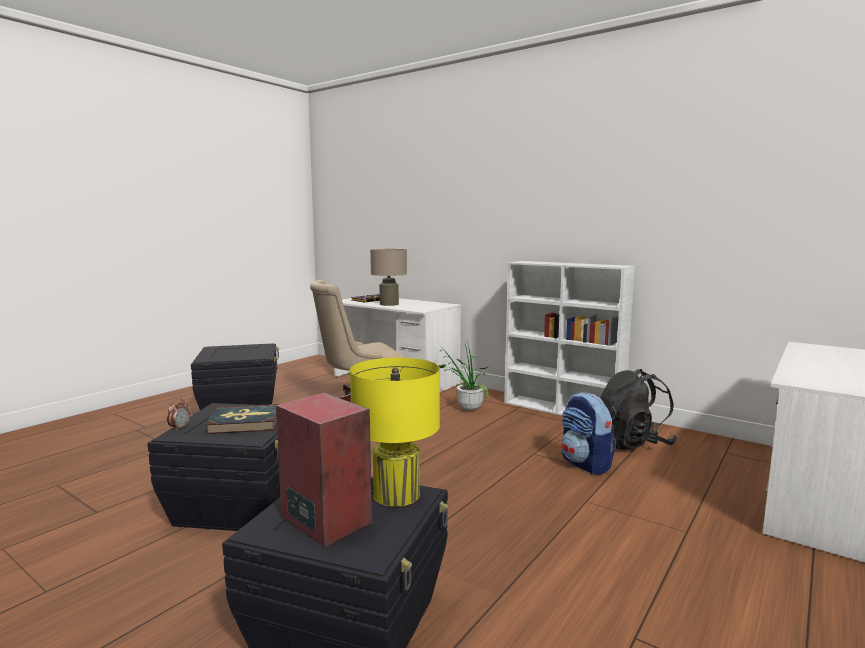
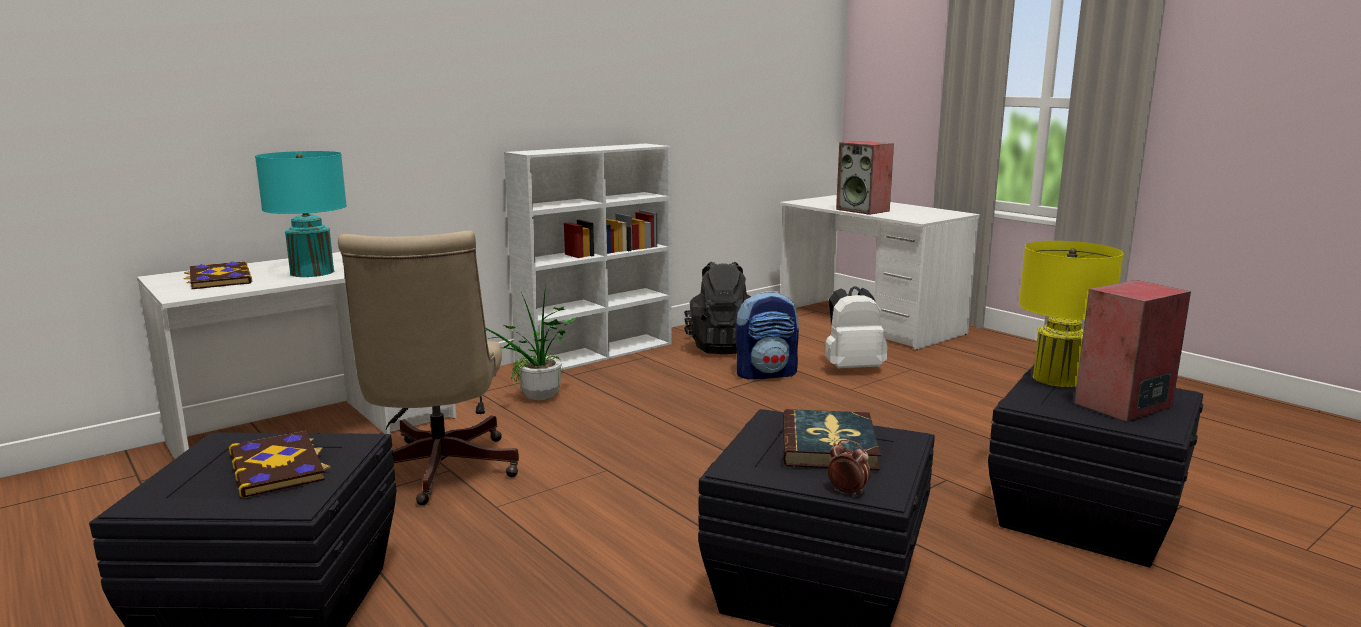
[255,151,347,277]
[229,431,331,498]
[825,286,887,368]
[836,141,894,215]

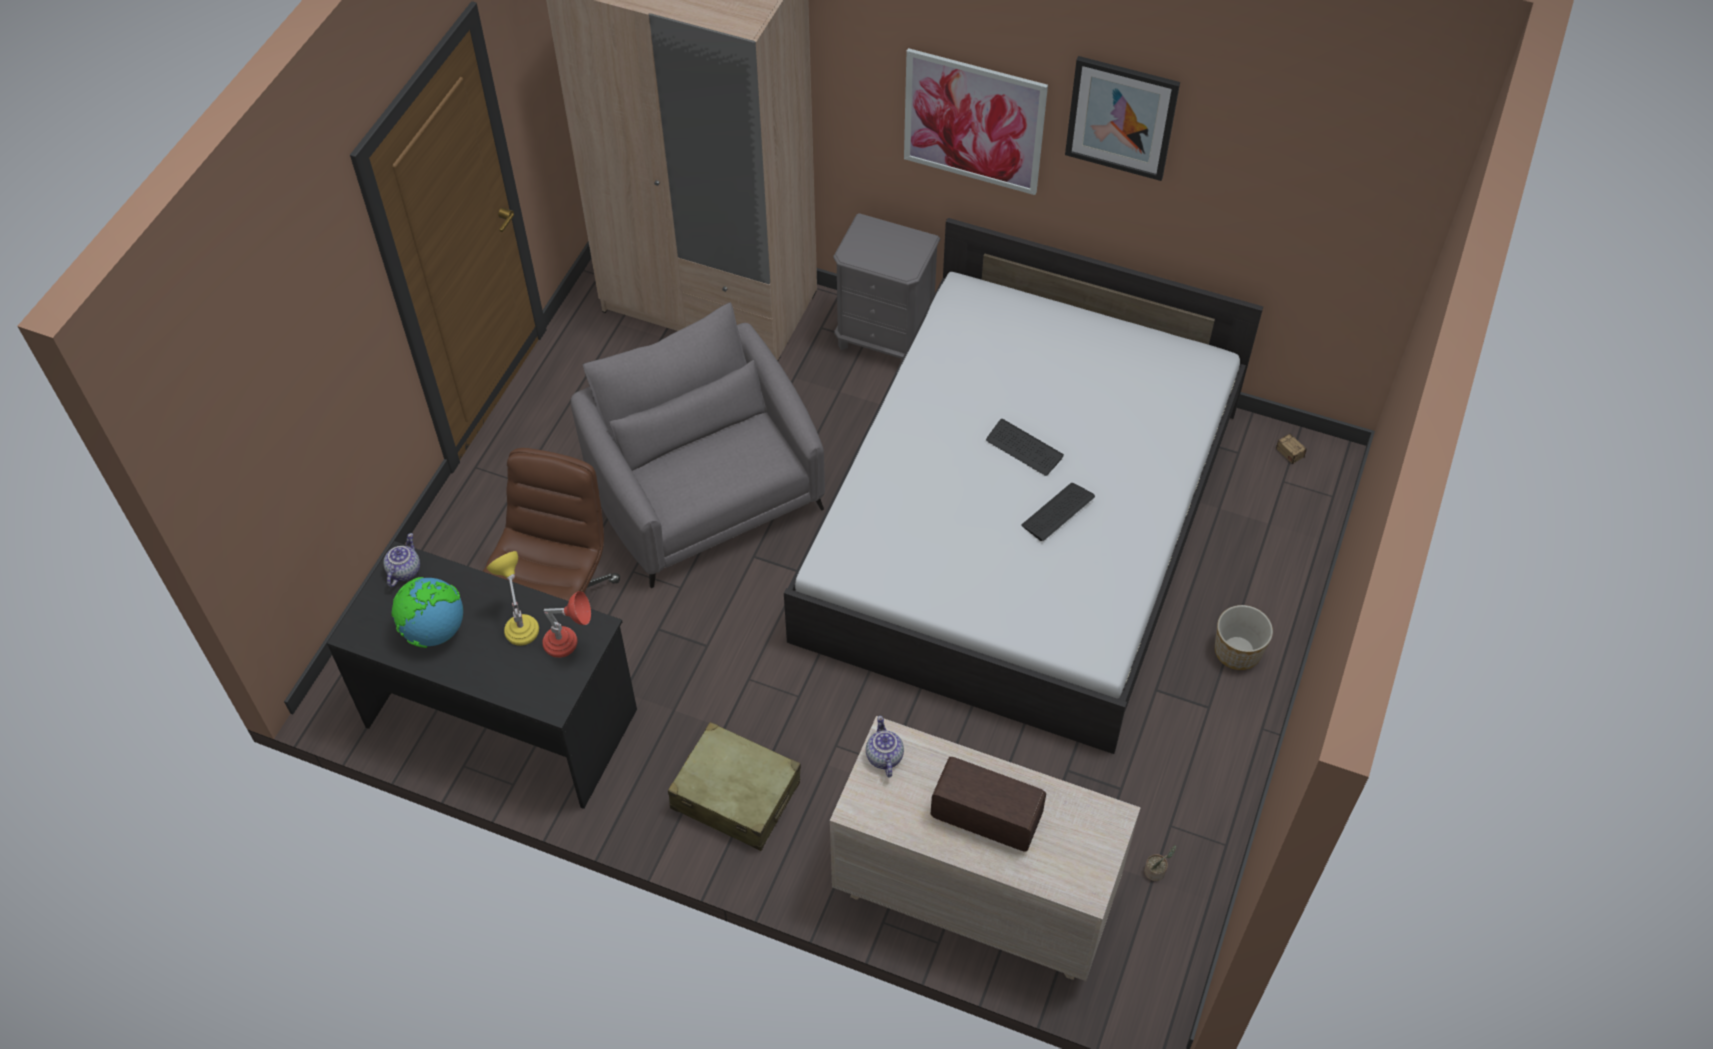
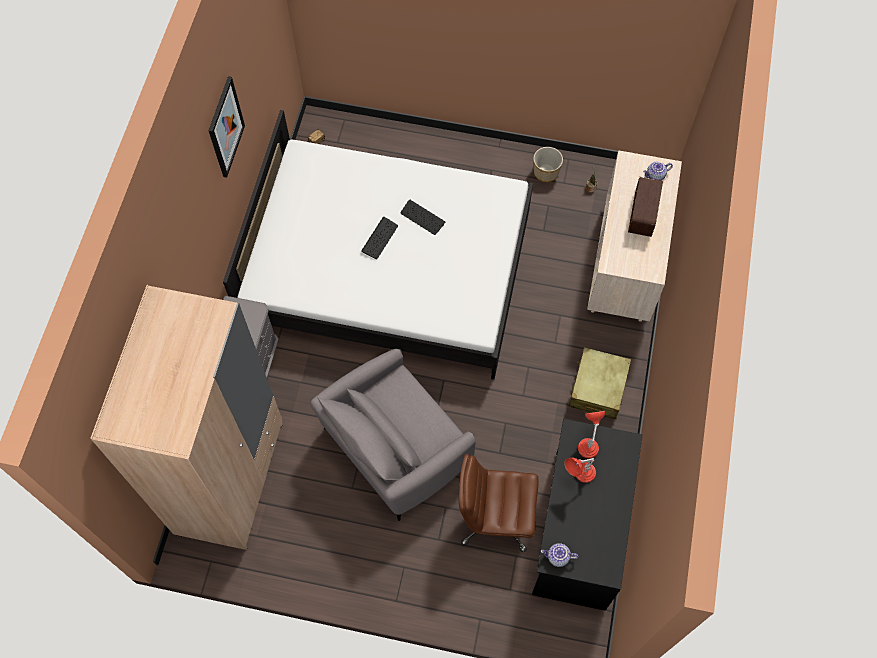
[391,577,463,648] (first image)
[564,457,596,483]
[643,161,673,181]
[904,48,1048,195] (first image)
[533,147,563,182]

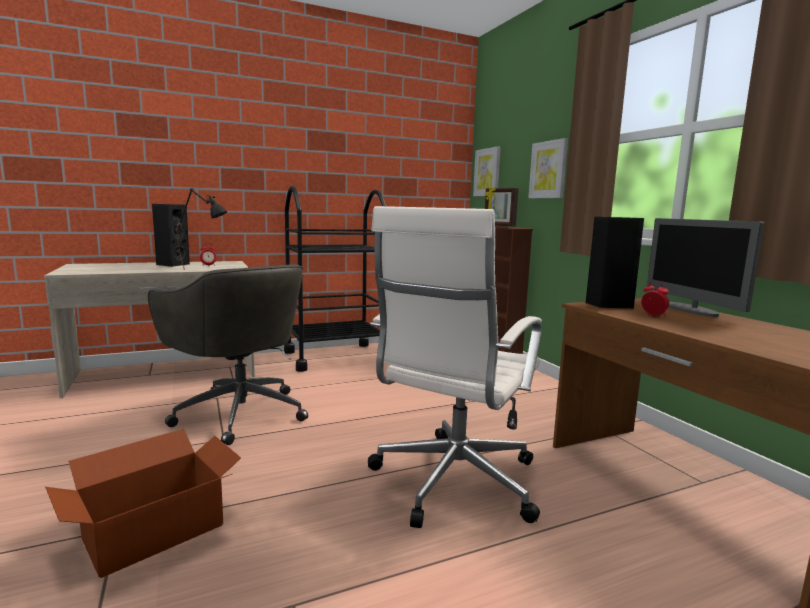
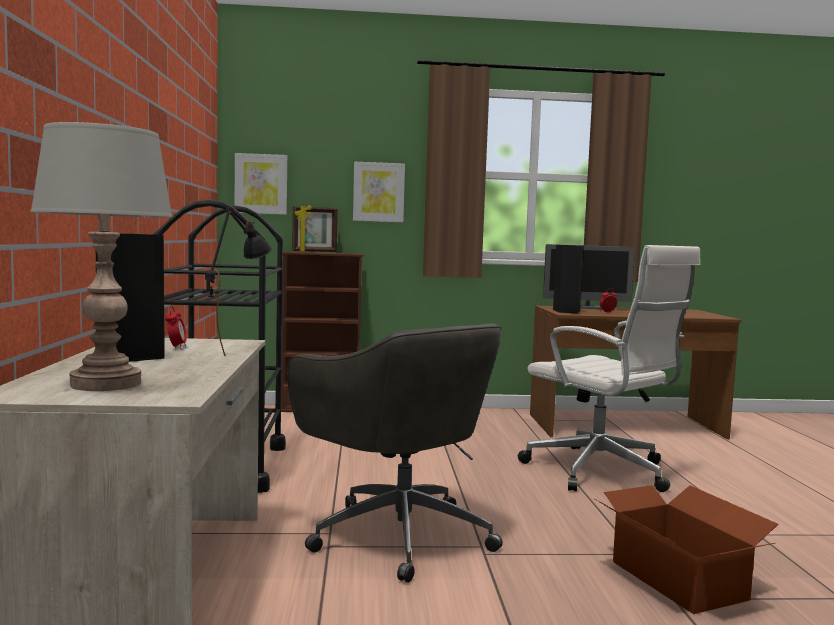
[287,323,503,583]
[30,122,173,391]

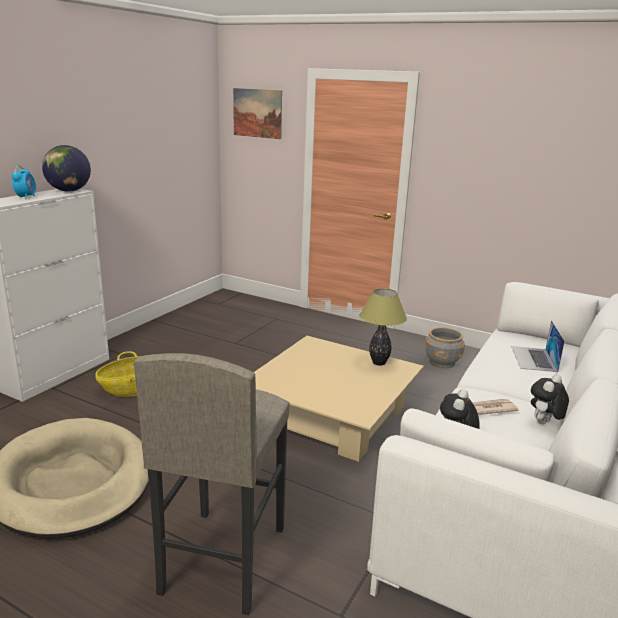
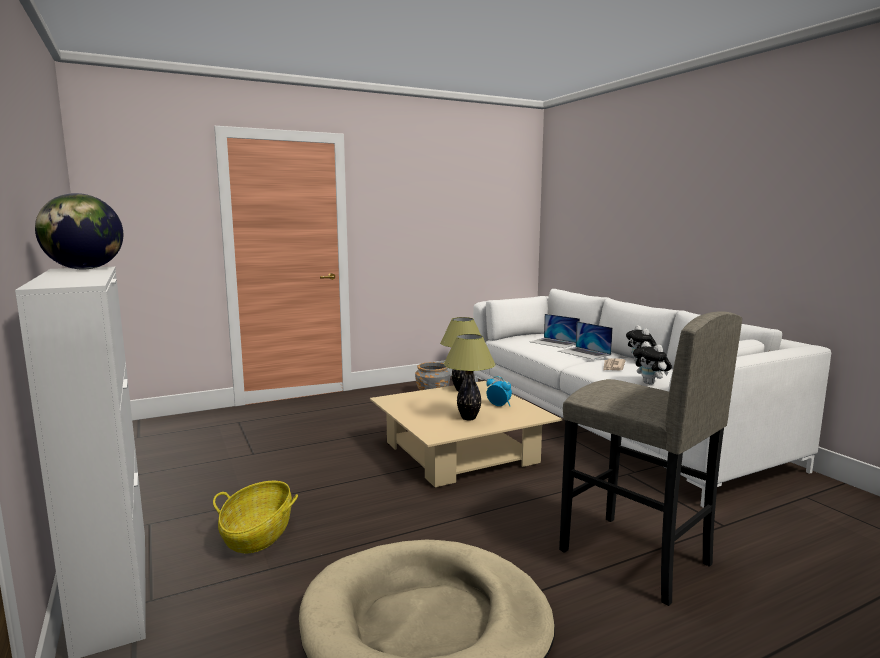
[486,376,512,406]
[233,88,282,139] (first image)
[444,334,495,421]
[558,321,613,360]

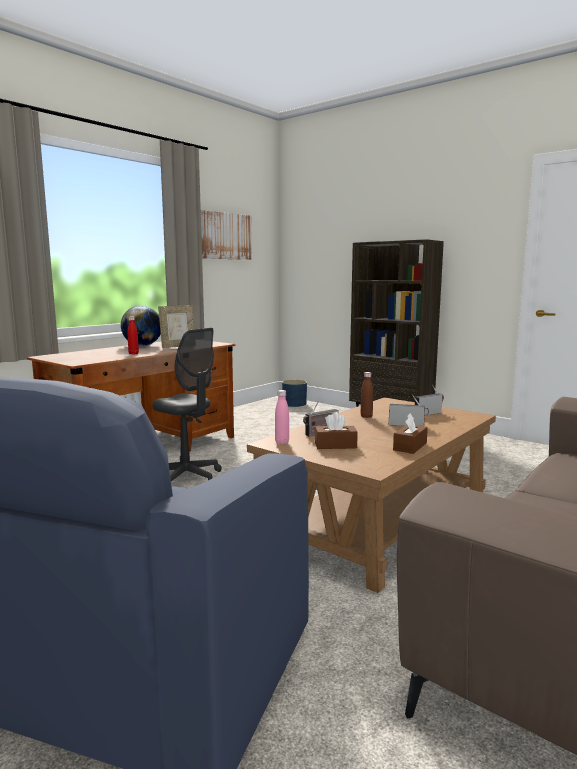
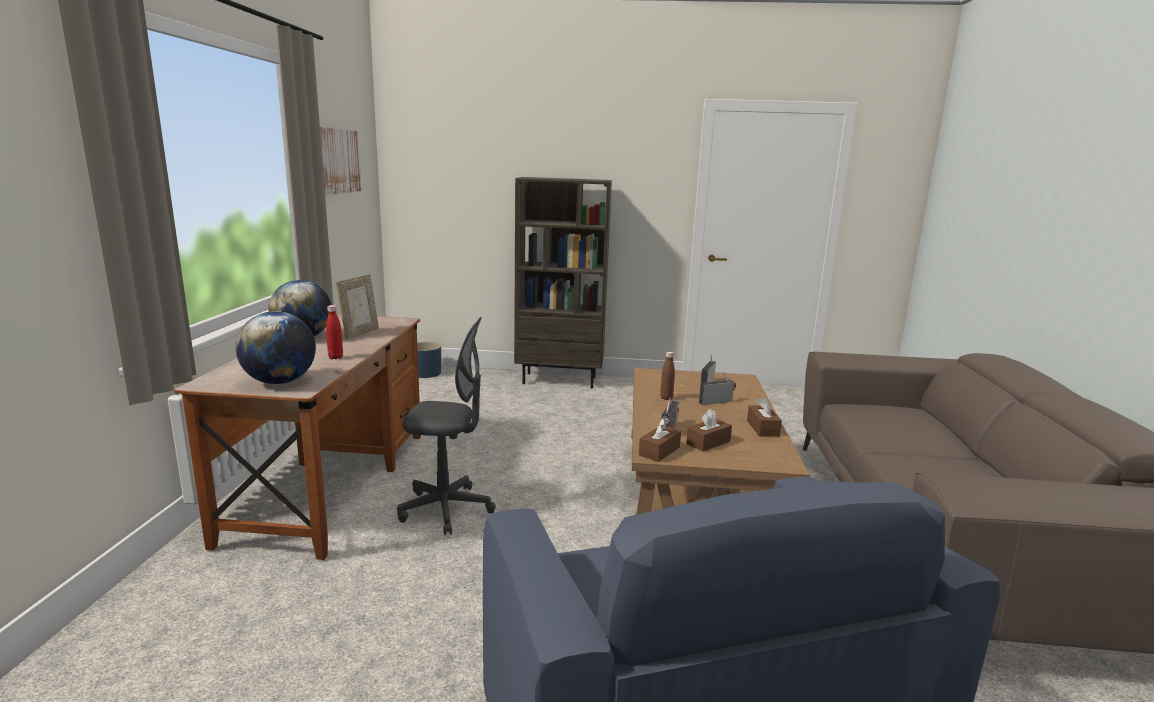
[639,418,681,462]
[236,311,316,384]

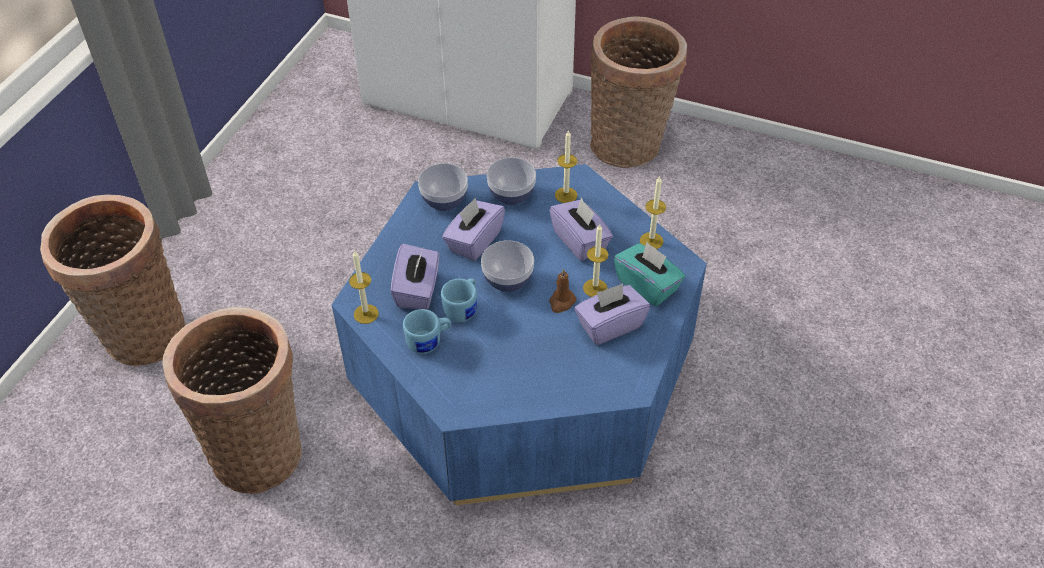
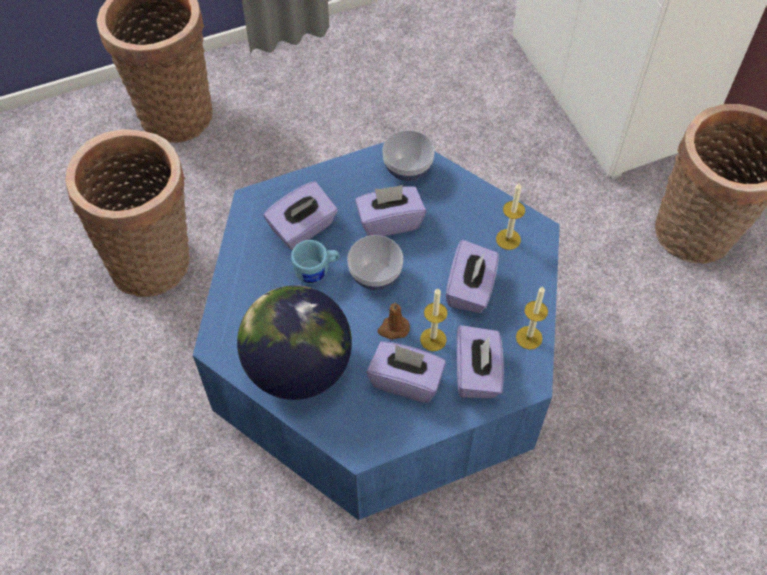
[349,251,379,324] (first image)
[403,309,451,354] (first image)
[487,157,536,205] (first image)
[457,325,504,398]
[237,285,352,400]

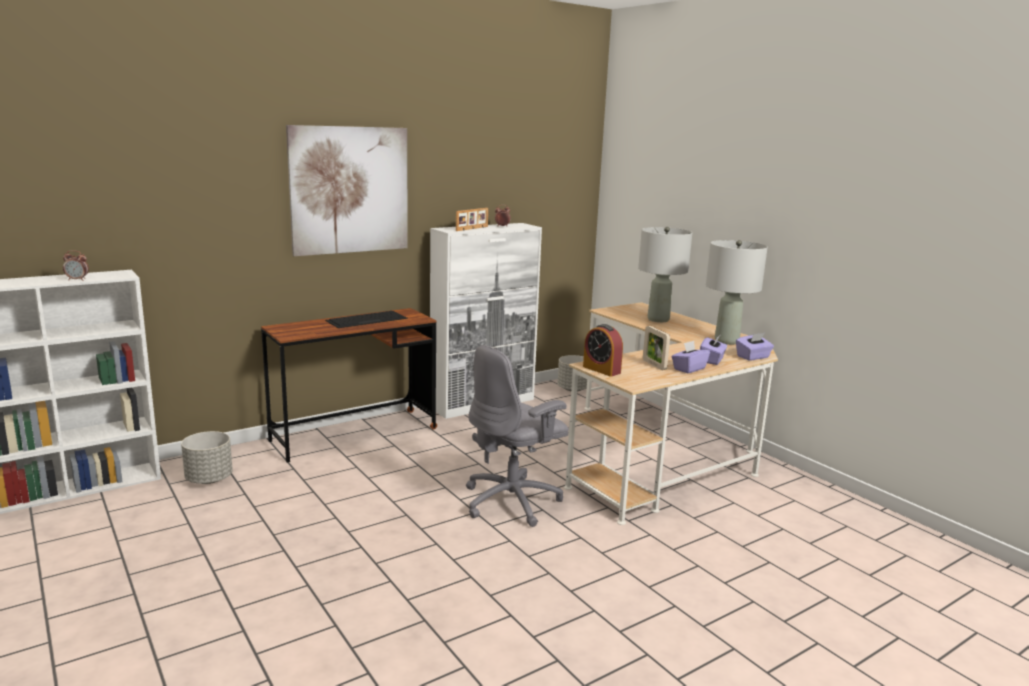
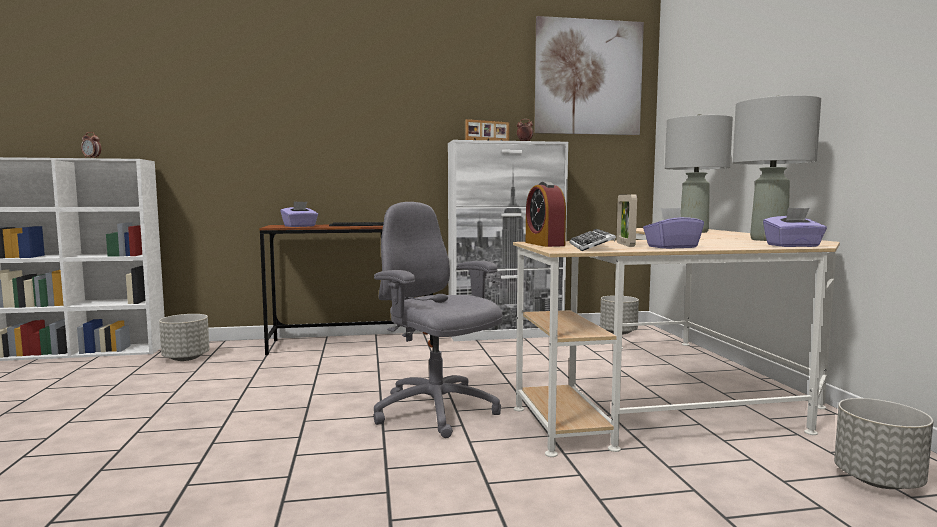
[534,16,644,135]
[373,202,502,438]
[280,202,318,227]
[570,229,616,251]
[834,398,933,489]

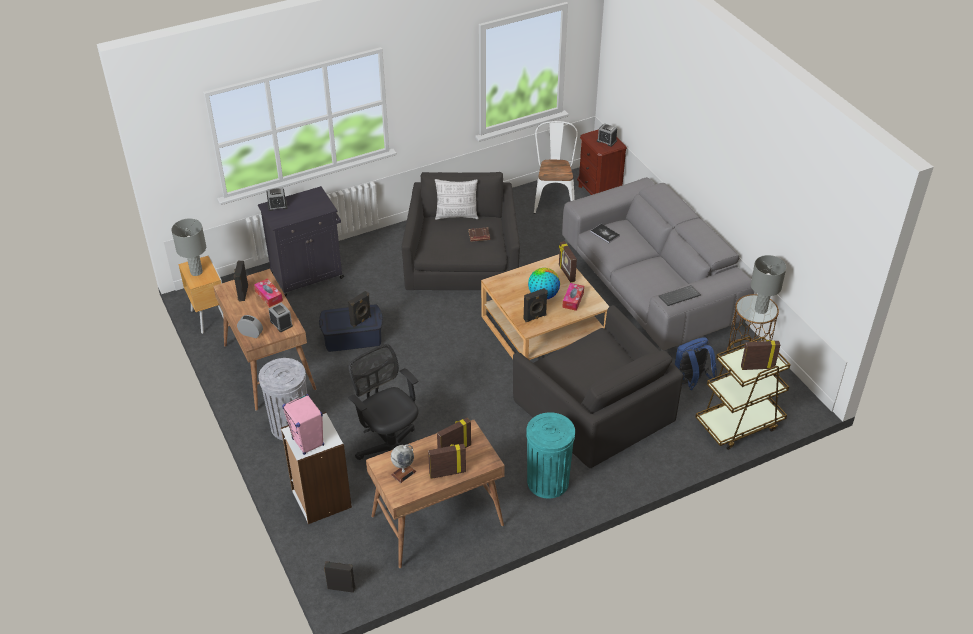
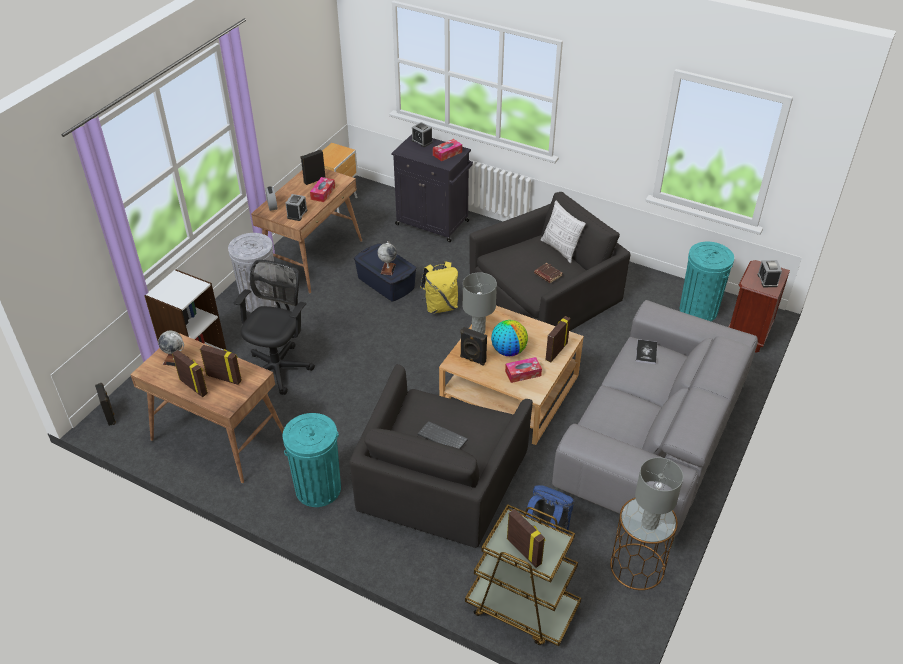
[462,272,497,334]
[282,394,324,455] (first image)
[378,241,397,276]
[680,242,734,321]
[417,421,468,449]
[420,261,458,314]
[433,139,462,161]

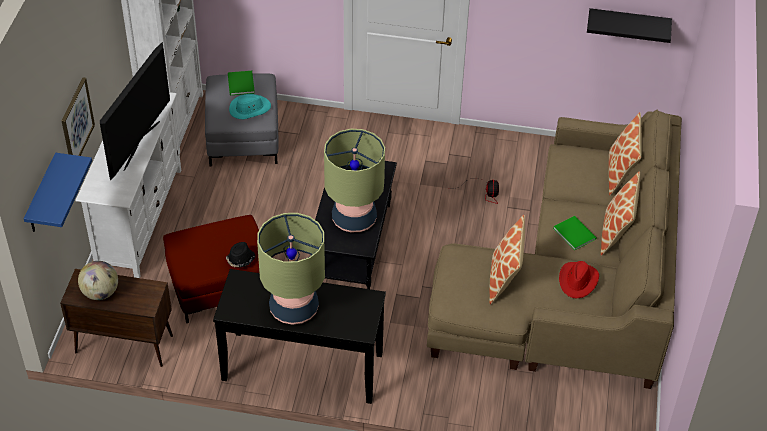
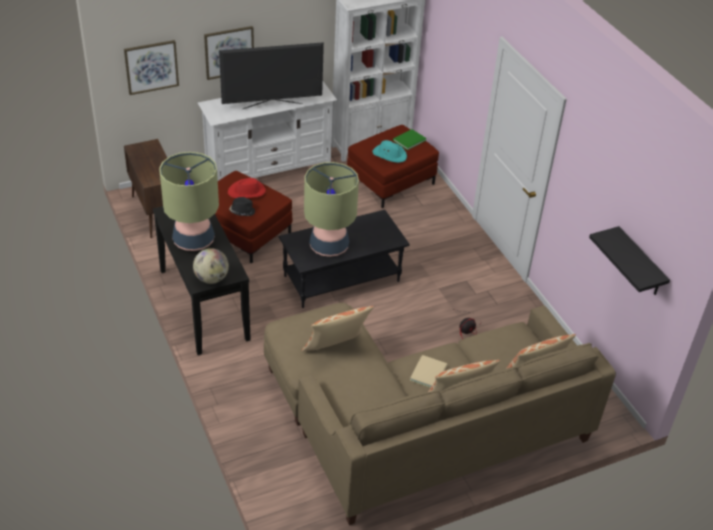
[124,40,179,95]
[193,248,229,284]
[347,125,439,208]
[410,355,448,388]
[228,178,266,198]

